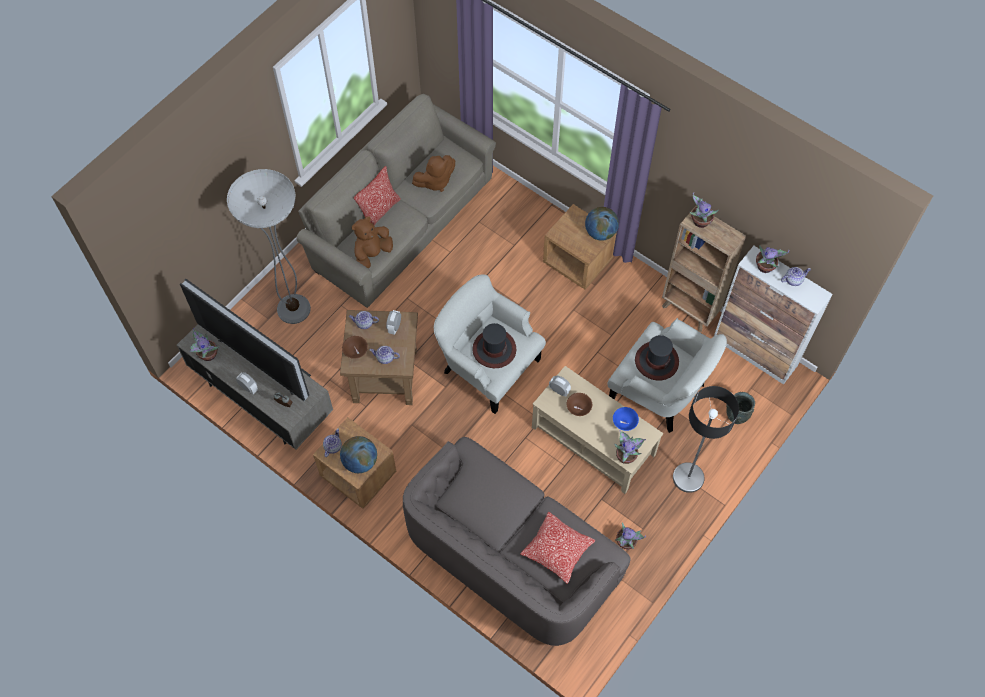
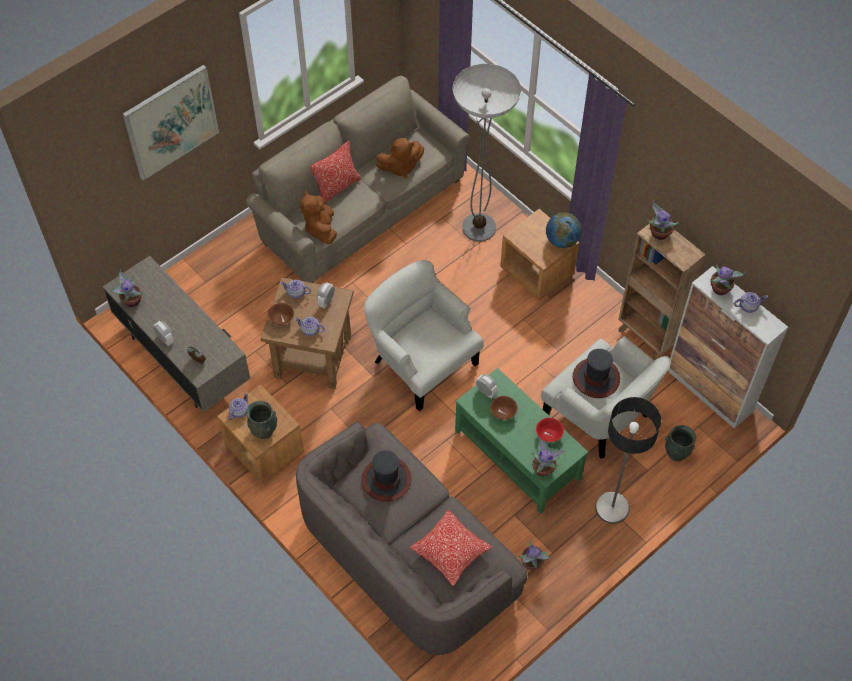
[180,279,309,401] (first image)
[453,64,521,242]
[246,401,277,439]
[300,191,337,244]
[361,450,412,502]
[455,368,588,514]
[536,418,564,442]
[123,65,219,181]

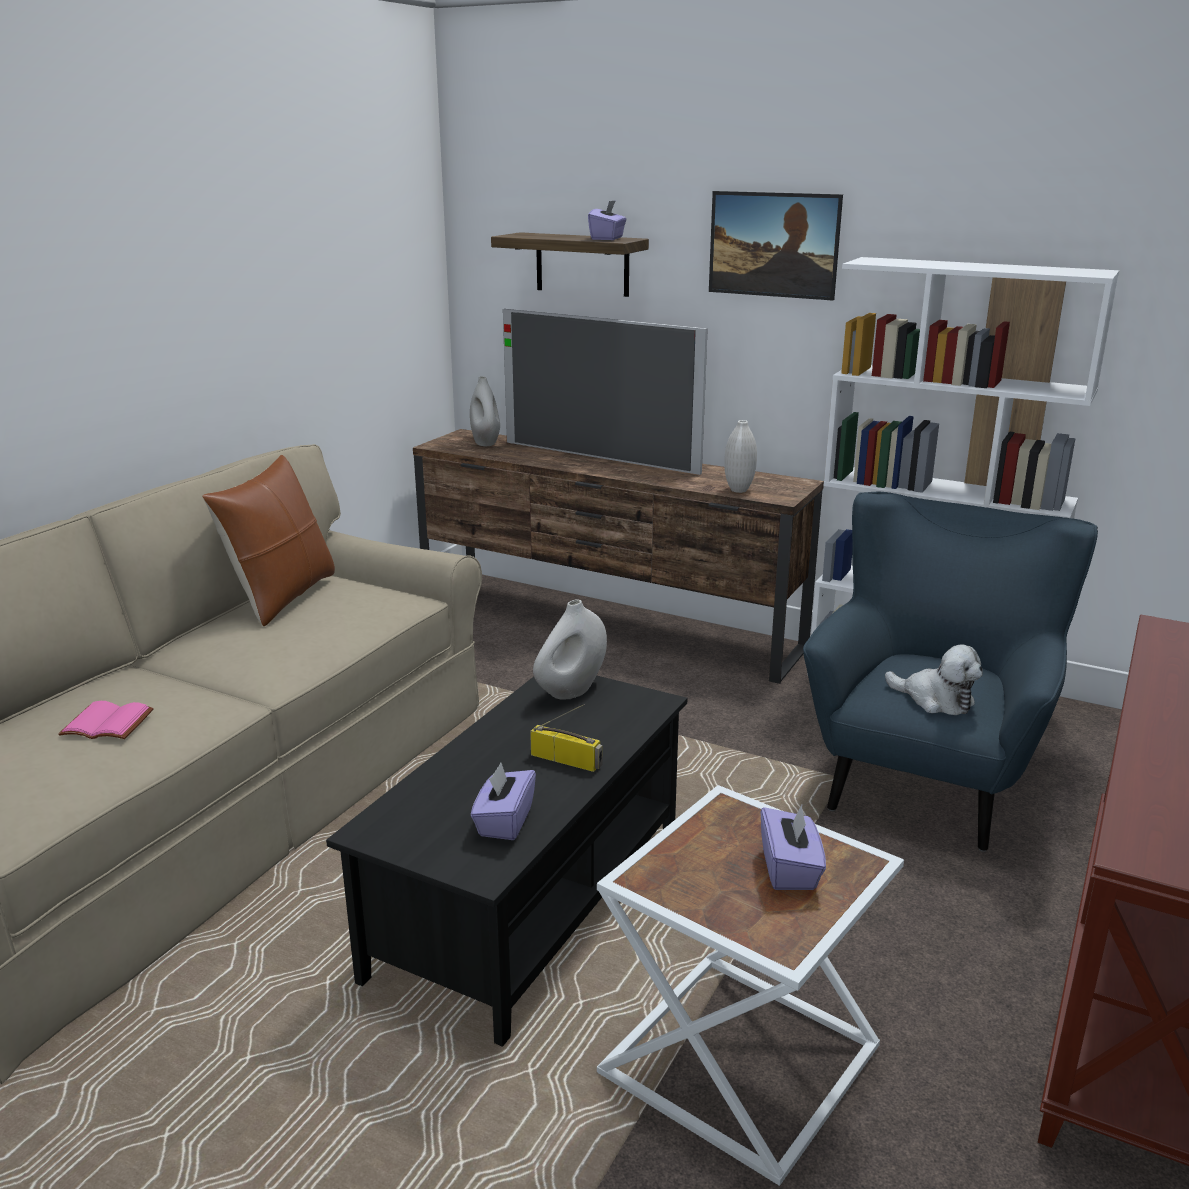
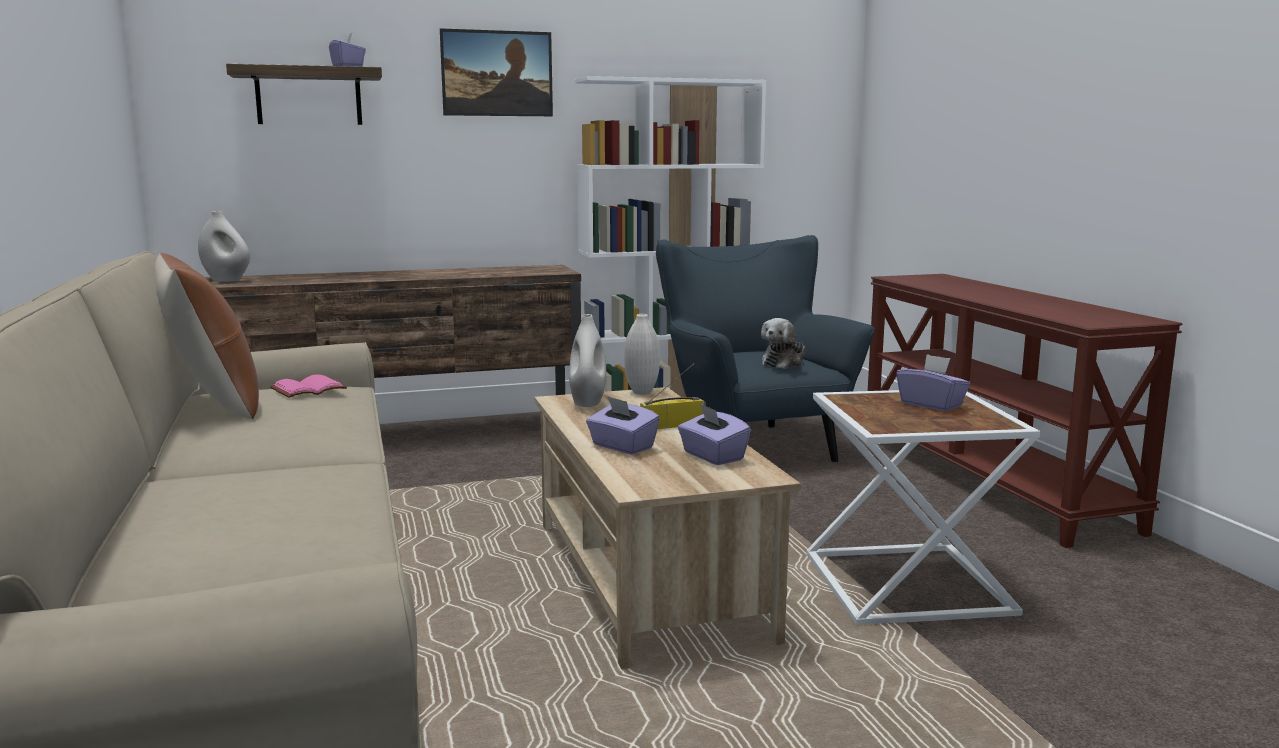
[270,374,347,398]
[534,387,801,669]
[503,309,708,475] (first image)
[624,314,660,395]
[761,318,806,369]
[586,396,660,454]

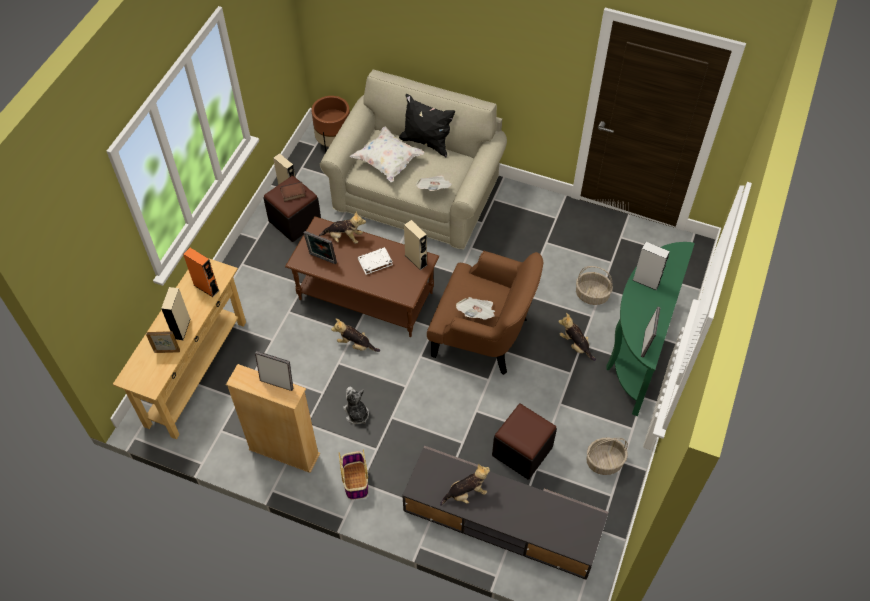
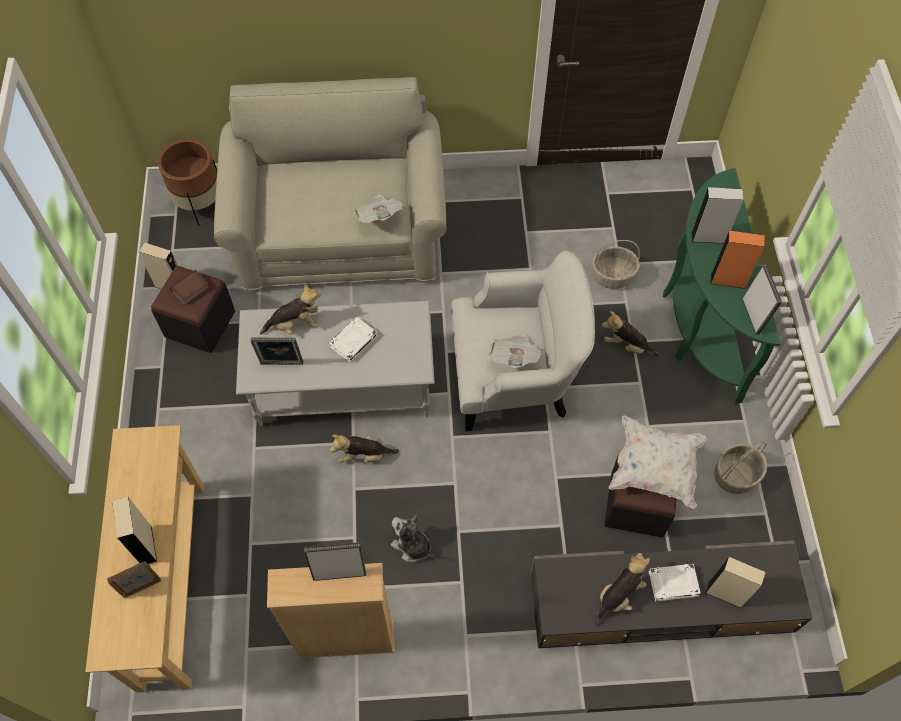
[710,231,765,289]
[236,300,435,426]
[339,449,368,499] (first image)
[609,415,707,509]
[399,94,455,157] (first image)
[705,557,766,608]
[451,251,595,431]
[649,564,701,602]

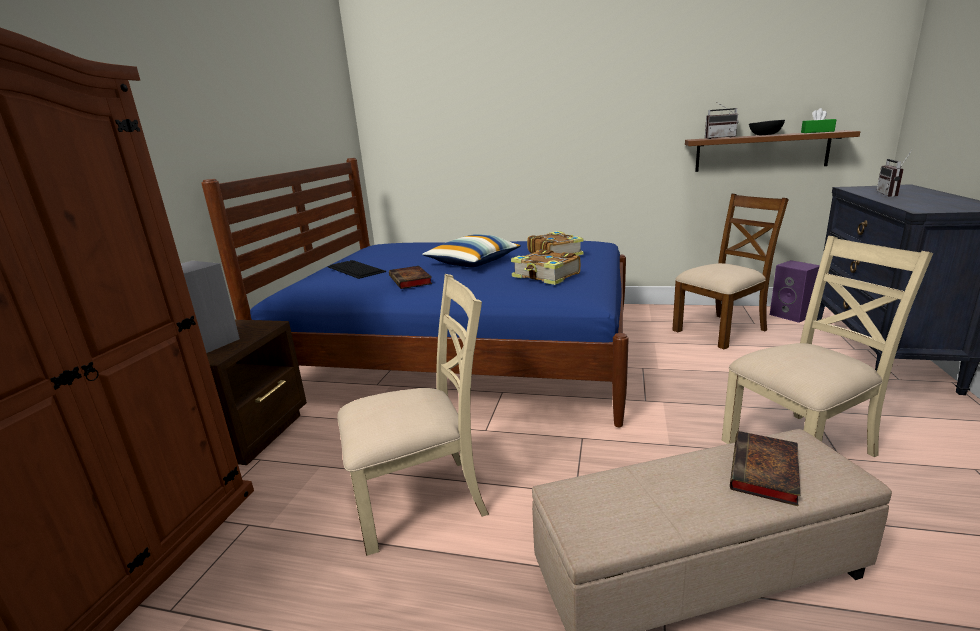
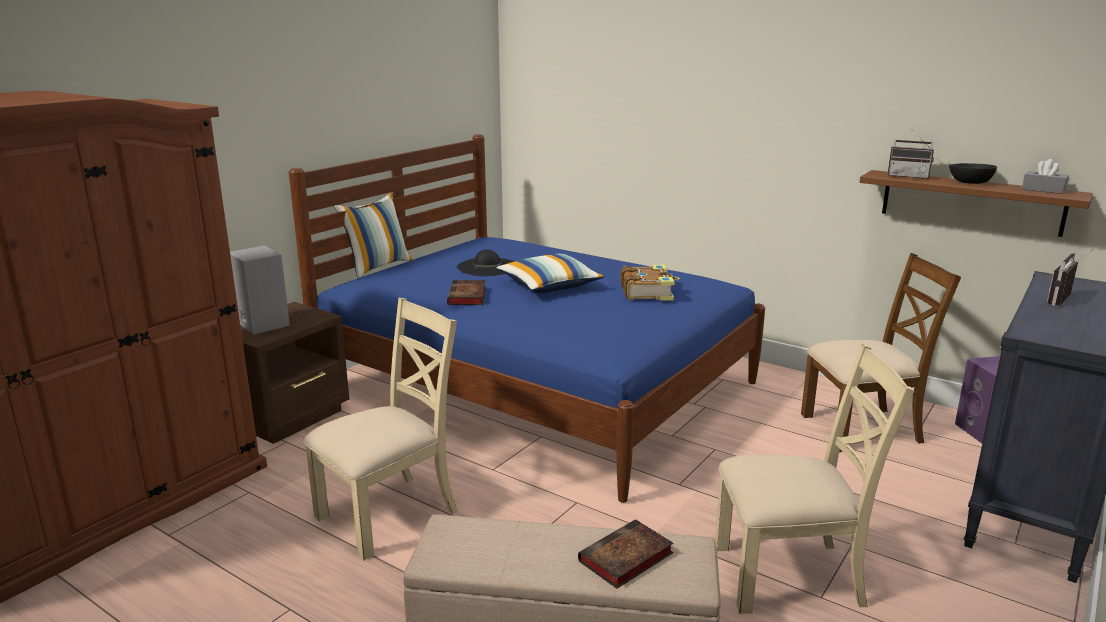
[327,260,386,279] (first image)
[304,298,458,560]
[511,249,581,285] (first image)
[1022,159,1069,194]
[335,192,413,278]
[457,250,514,276]

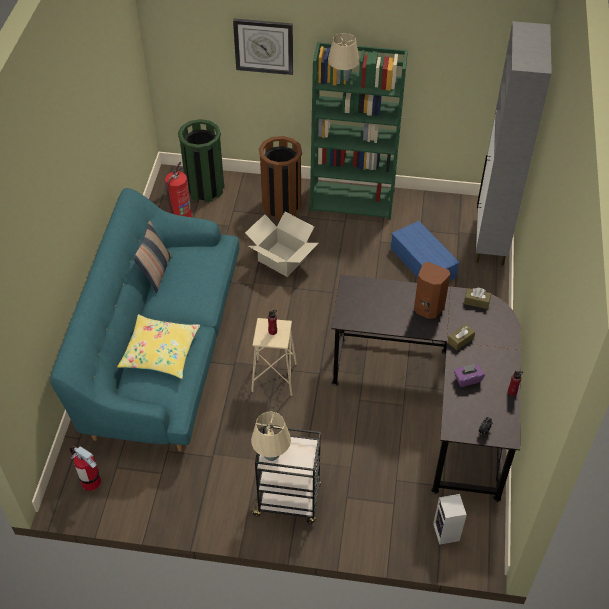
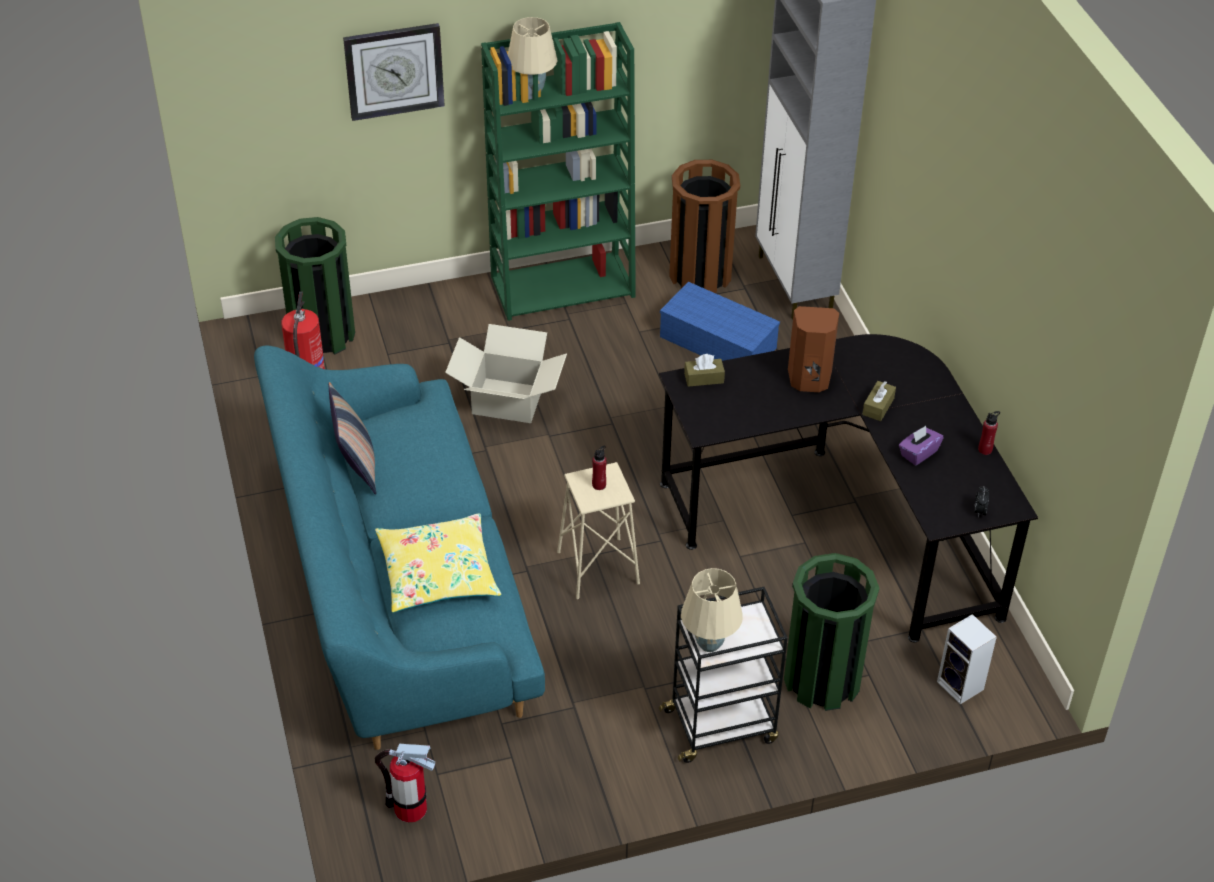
[669,160,740,293]
[684,354,725,387]
[784,553,879,711]

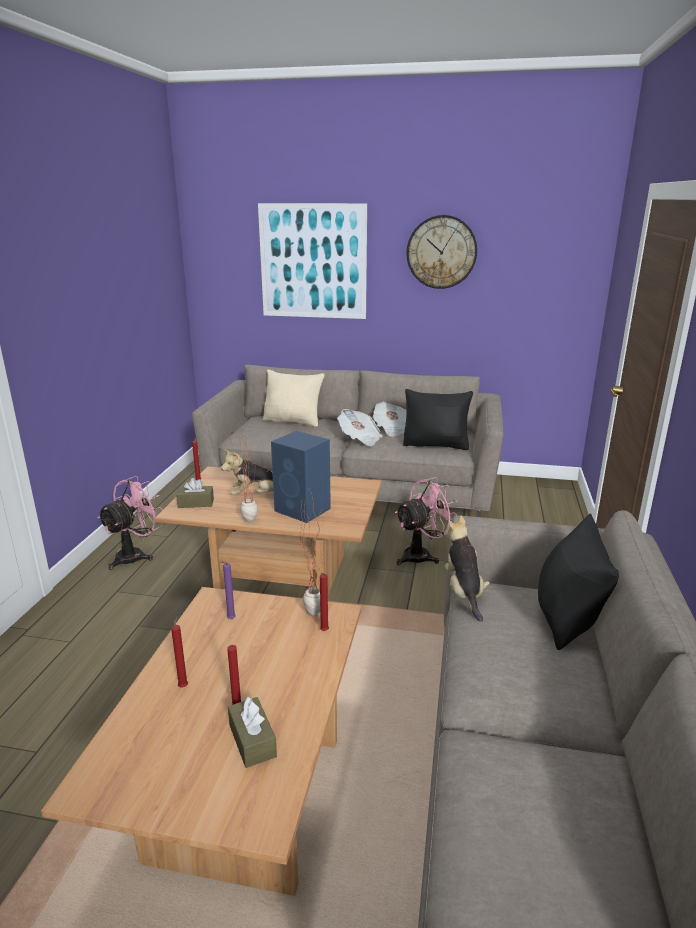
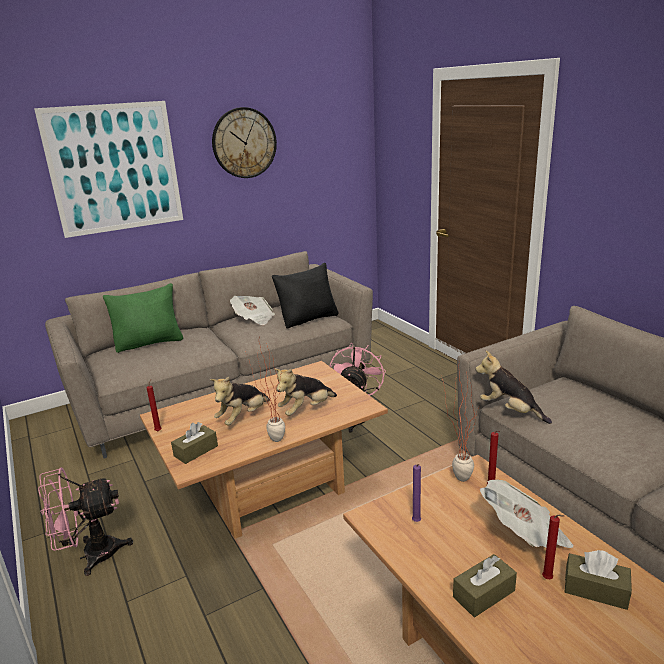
[38,467,133,576]
[453,554,517,617]
[103,283,183,353]
[274,369,337,416]
[480,480,573,548]
[538,513,619,650] (first image)

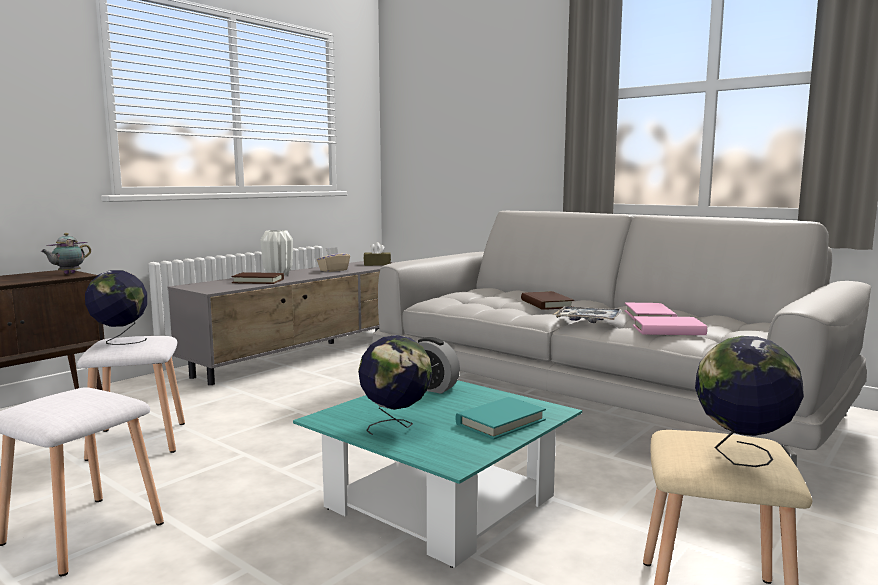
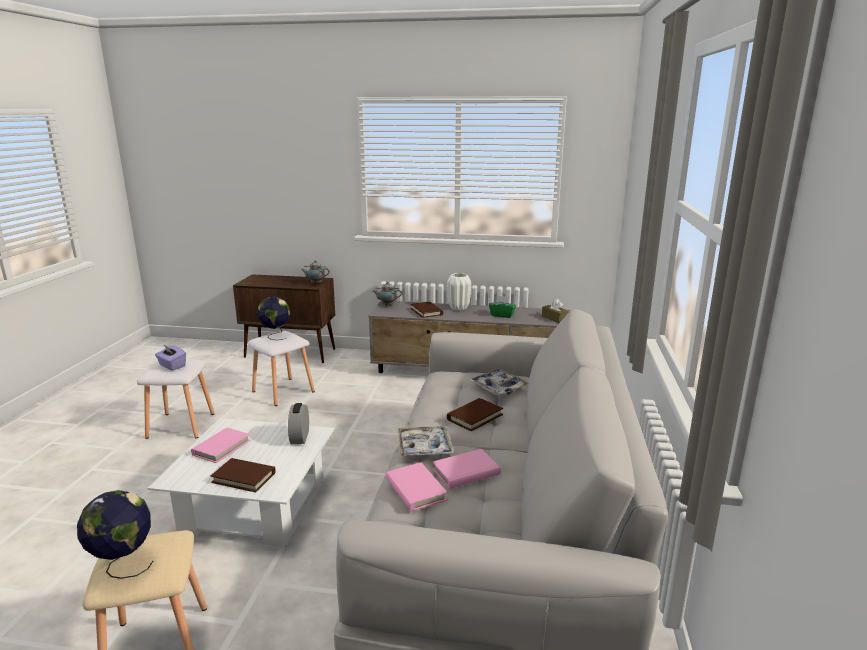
[148,418,335,547]
[489,296,516,318]
[191,428,250,463]
[211,458,276,492]
[155,344,186,371]
[373,282,402,306]
[469,369,528,396]

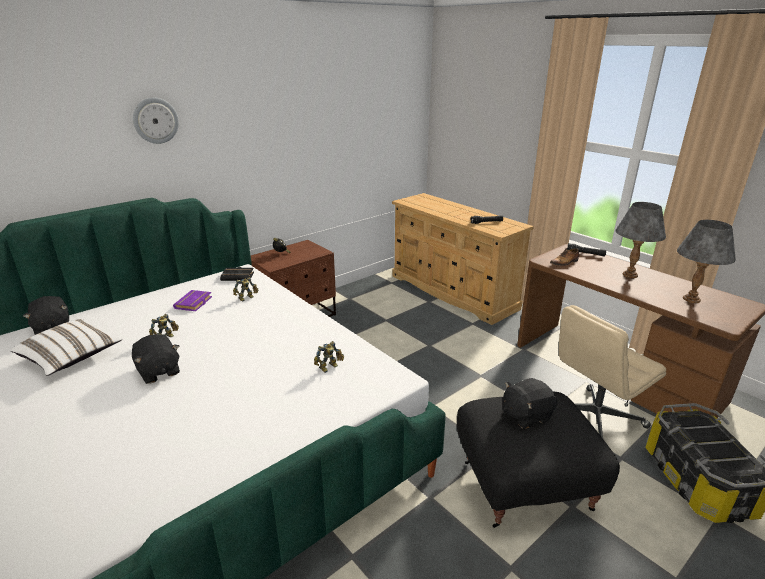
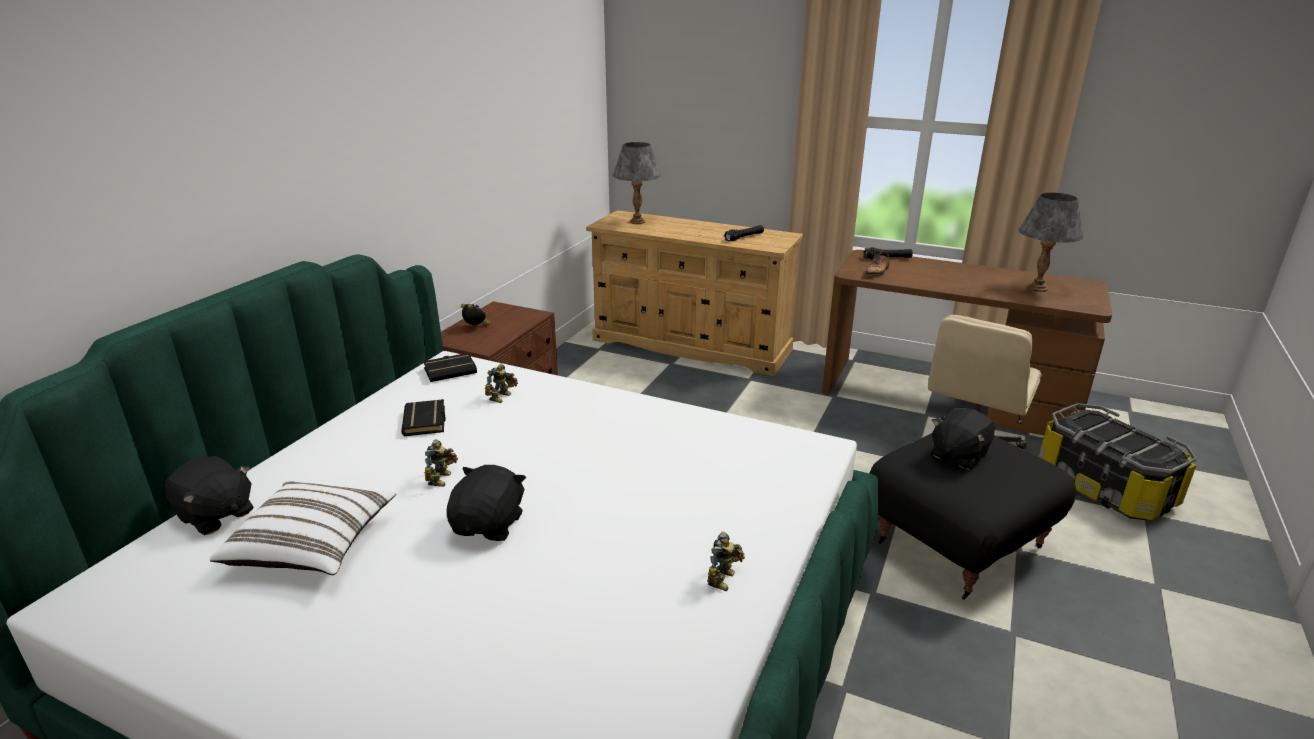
[447,465,526,541]
[133,97,179,144] (first image)
[401,399,446,436]
[707,532,745,591]
[613,142,661,224]

